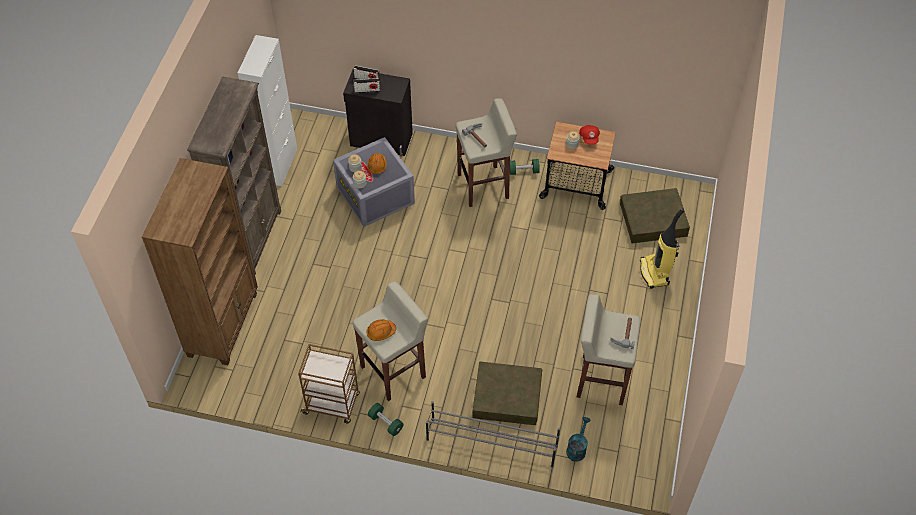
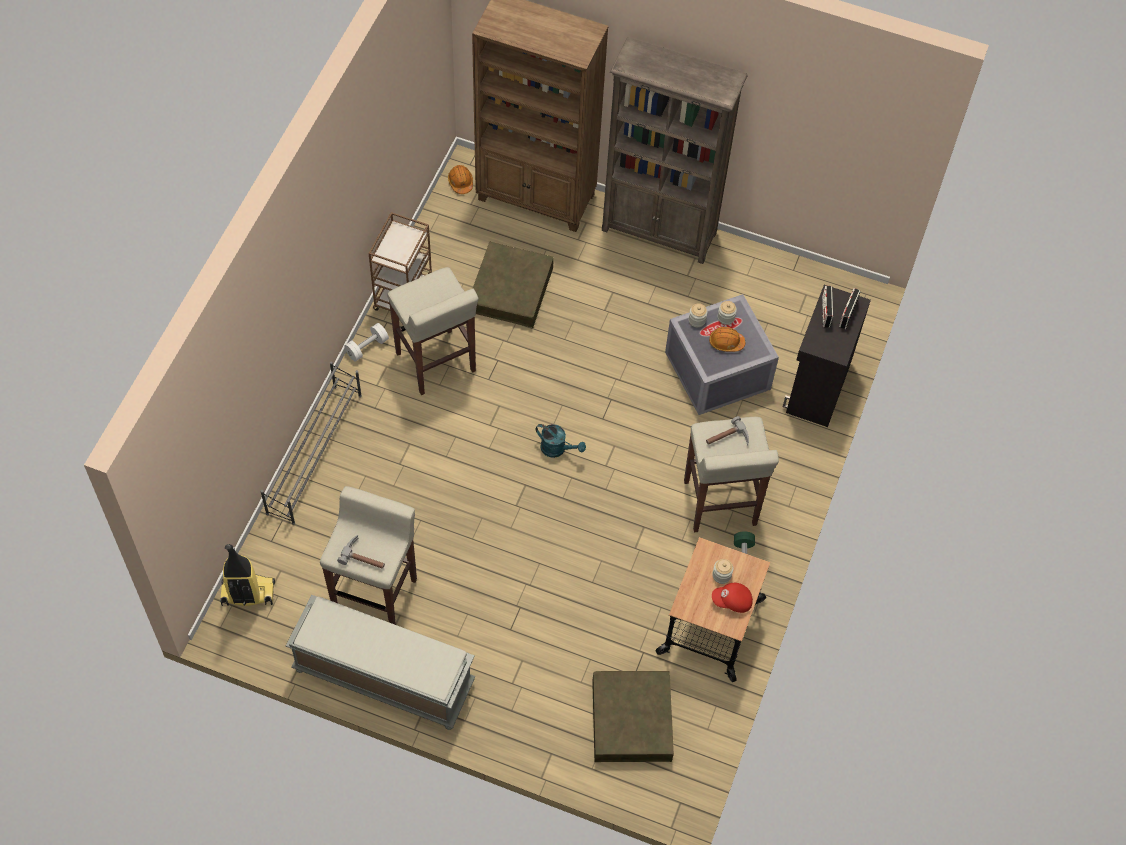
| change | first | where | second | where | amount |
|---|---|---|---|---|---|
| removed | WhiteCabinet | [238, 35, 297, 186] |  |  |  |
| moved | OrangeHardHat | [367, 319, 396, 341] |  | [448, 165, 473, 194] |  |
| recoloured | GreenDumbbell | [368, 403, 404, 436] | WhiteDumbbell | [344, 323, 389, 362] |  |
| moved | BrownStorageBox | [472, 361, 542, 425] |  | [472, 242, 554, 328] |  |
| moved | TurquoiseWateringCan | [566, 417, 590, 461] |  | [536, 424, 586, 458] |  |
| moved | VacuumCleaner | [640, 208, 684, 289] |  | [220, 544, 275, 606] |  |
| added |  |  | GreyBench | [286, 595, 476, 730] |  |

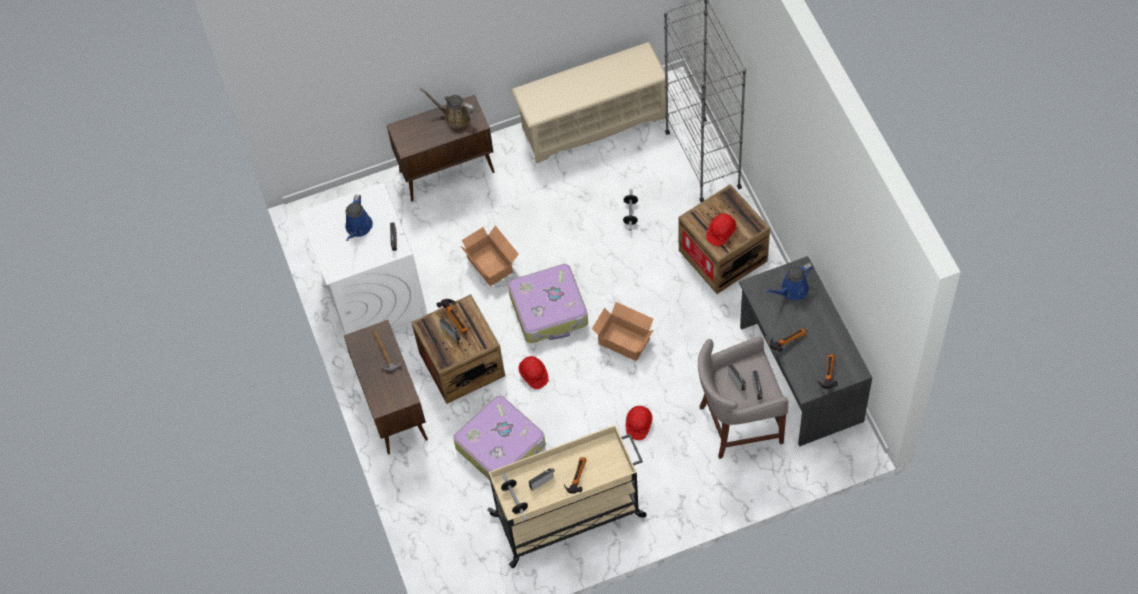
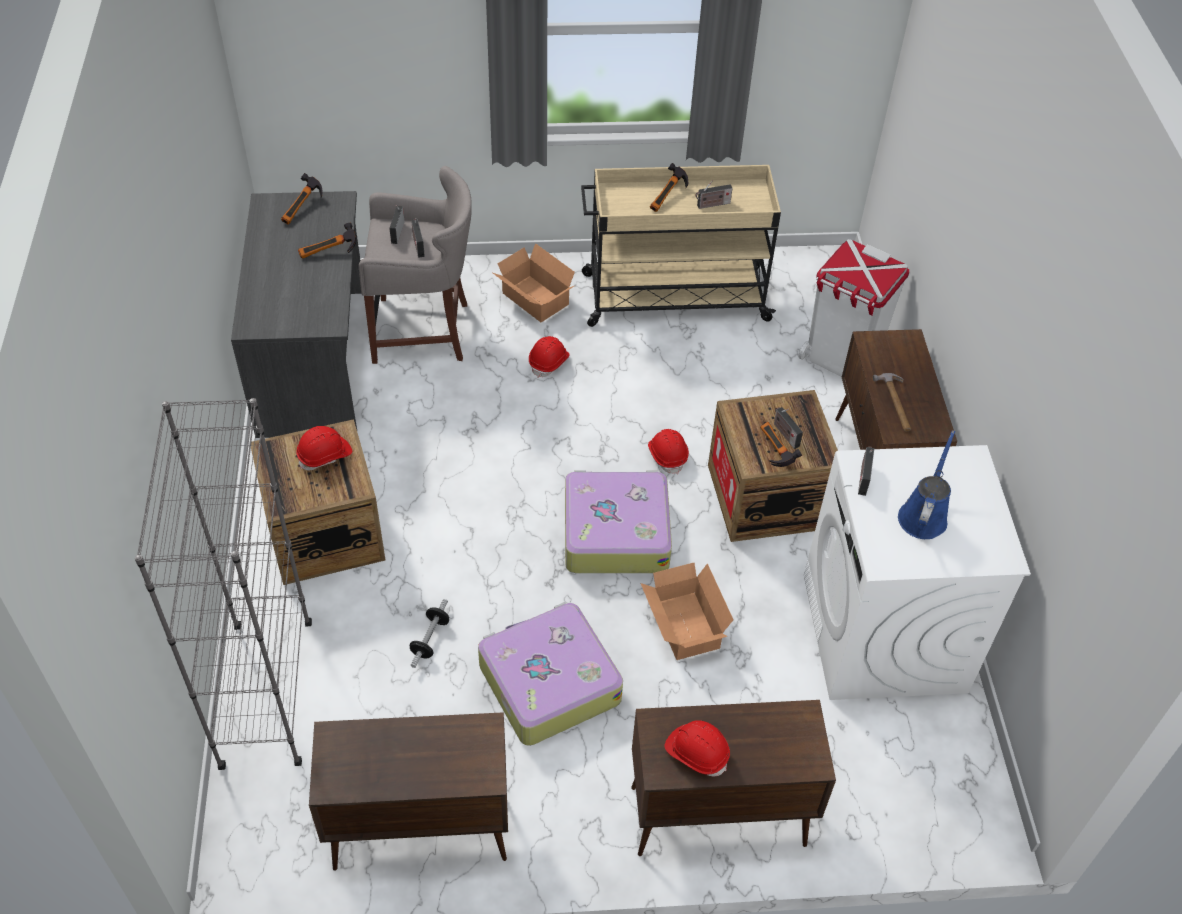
| change | first | where | second | where | amount |
|---|---|---|---|---|---|
| replaced | BrownWateringCan | [420, 88, 475, 128] | RedHardHat | [664, 720, 730, 776] |  |
| moved | Suitcase | [453, 396, 546, 480] |  | [478, 602, 623, 746] |  |
| removed | Dumbbell | [501, 473, 528, 520] |  |  |  |
| replaced | BeigeShoeRack | [511, 42, 666, 164] | BrownCabinet | [309, 712, 508, 871] |  |
| moved | CardboardBox | [592, 302, 654, 361] |  | [493, 243, 575, 322] |  |
| removed | BlueWateringCan | [764, 263, 814, 300] |  |  |  |
| added |  |  | WhiteTrashCan | [798, 239, 909, 377] |  |

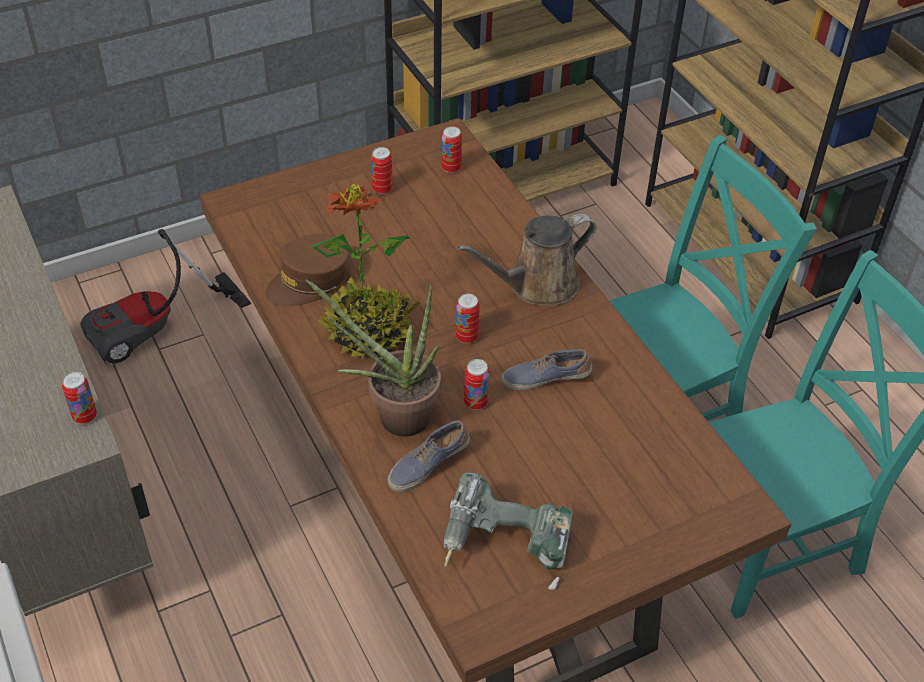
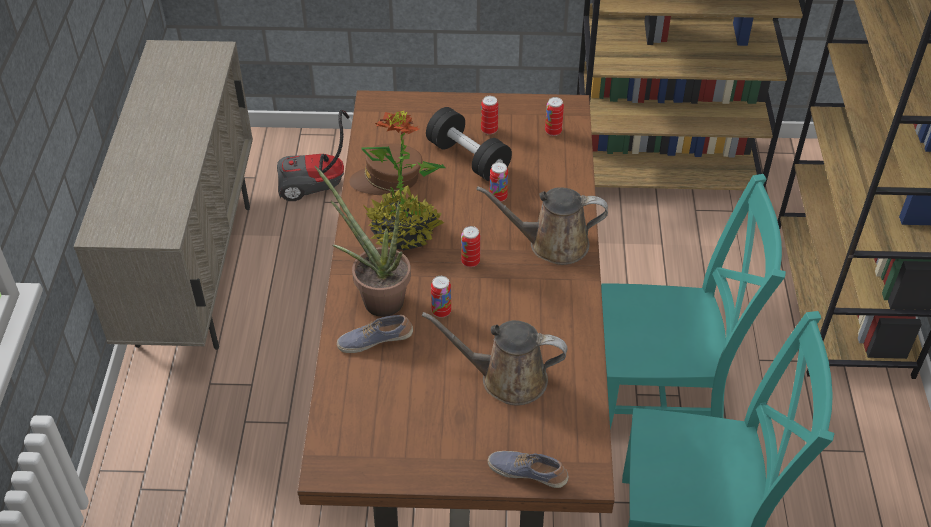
| change | first | where | second | where | amount |
|---|---|---|---|---|---|
| moved | Can | [62, 372, 97, 424] |  | [490, 162, 508, 202] |  |
| removed | PowerDrill | [444, 473, 573, 590] |  |  |  |
| moved | Shoe | [502, 349, 592, 390] |  | [488, 451, 569, 488] |  |
| added |  |  | BrownWateringCan | [422, 312, 568, 405] |  |
| added |  |  | BlackDumbbell | [426, 107, 512, 181] |  |

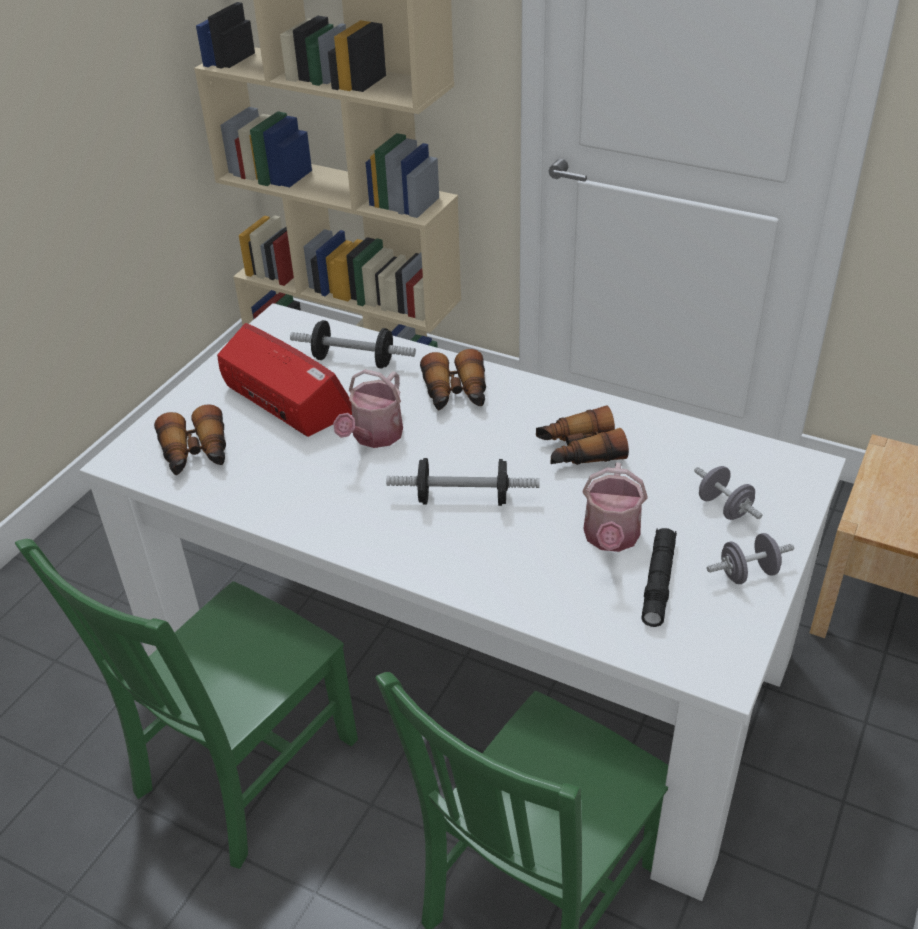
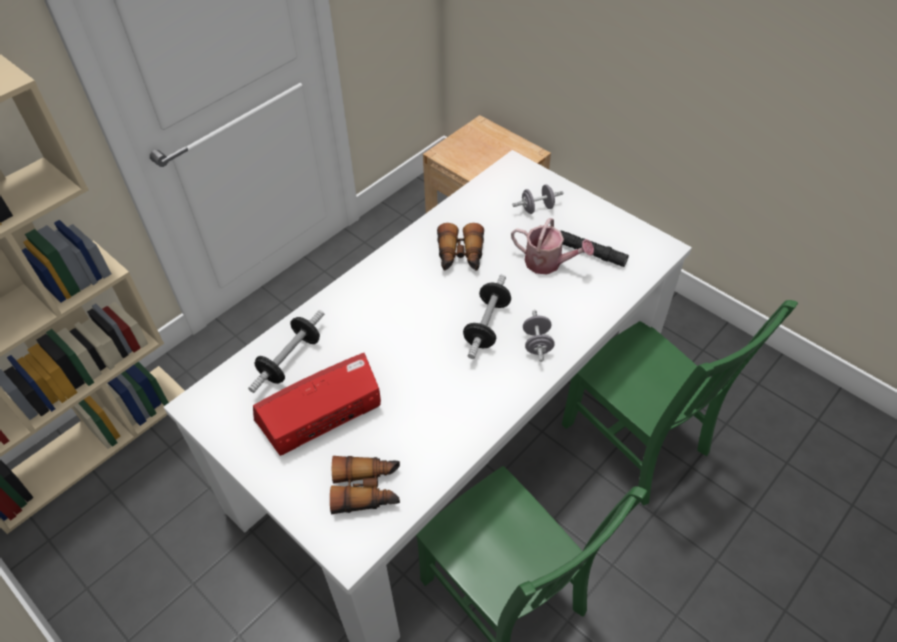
| change | first | where | second | where | amount |
|---|---|---|---|---|---|
| removed | WateringCan | [333, 369, 403, 448] |  |  |  |
| removed | Binoculars | [420, 349, 486, 410] |  |  |  |
| moved | GreyDumbbell | [707, 533, 794, 584] |  | [523, 310, 555, 362] |  |

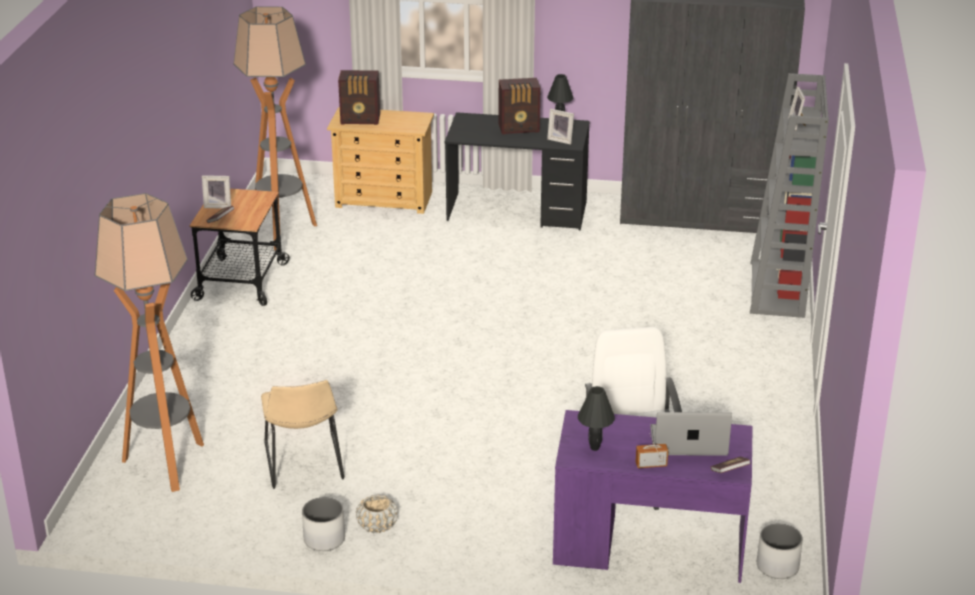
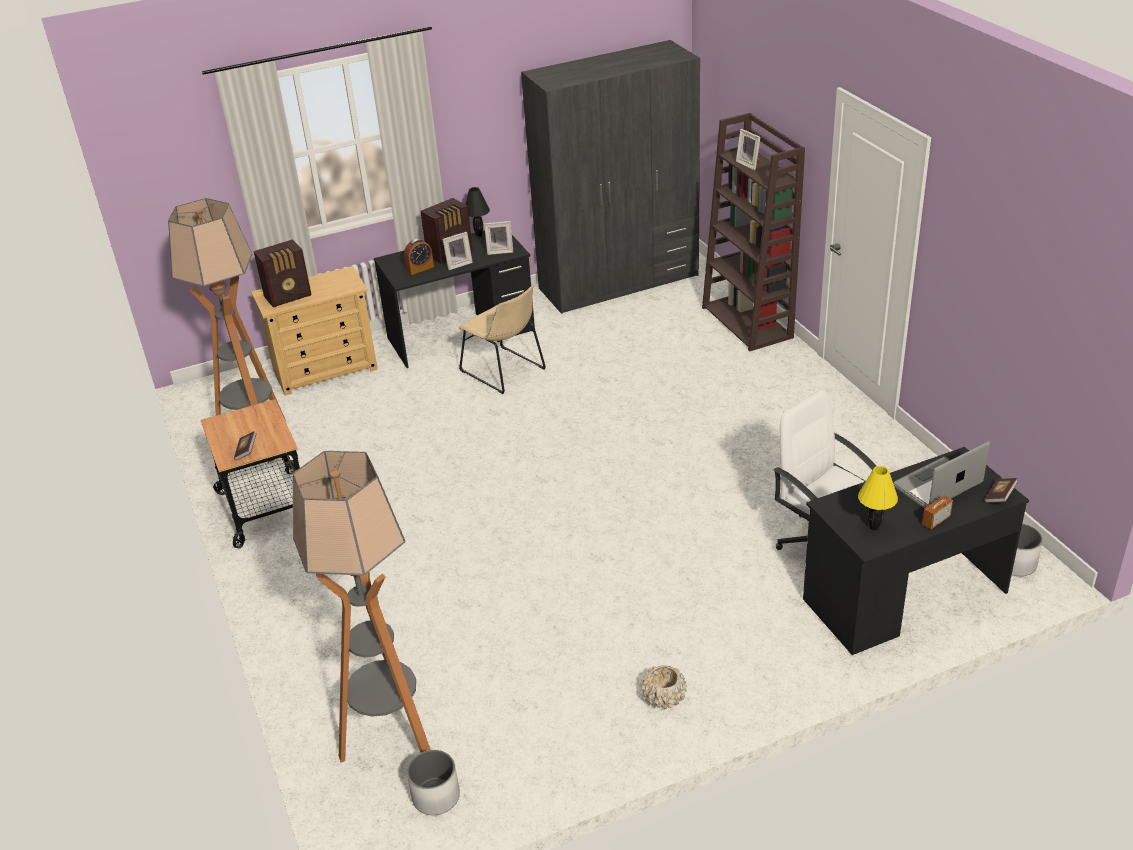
| change | first | where | second | where | amount |
|---|---|---|---|---|---|
| moved | PictureFrame | [202, 175, 231, 209] |  | [442, 232, 473, 270] |  |
| moved | BeigeChair | [261, 380, 345, 489] |  | [459, 286, 546, 394] |  |
| moved | WhitePlanter | [302, 497, 345, 551] |  | [407, 750, 460, 815] |  |
| recoloured | PurpleDesk | [553, 410, 753, 583] | BlackDesk | [803, 447, 1029, 655] |  |
| recoloured | BlackTableLamp | [578, 386, 615, 451] | YellowTableLamp | [858, 466, 898, 530] |  |
| recoloured | GreyBookcase | [750, 73, 829, 318] | BrownBookcase | [702, 113, 805, 352] |  |
| added |  |  | AlarmClock | [404, 239, 434, 275] |  |

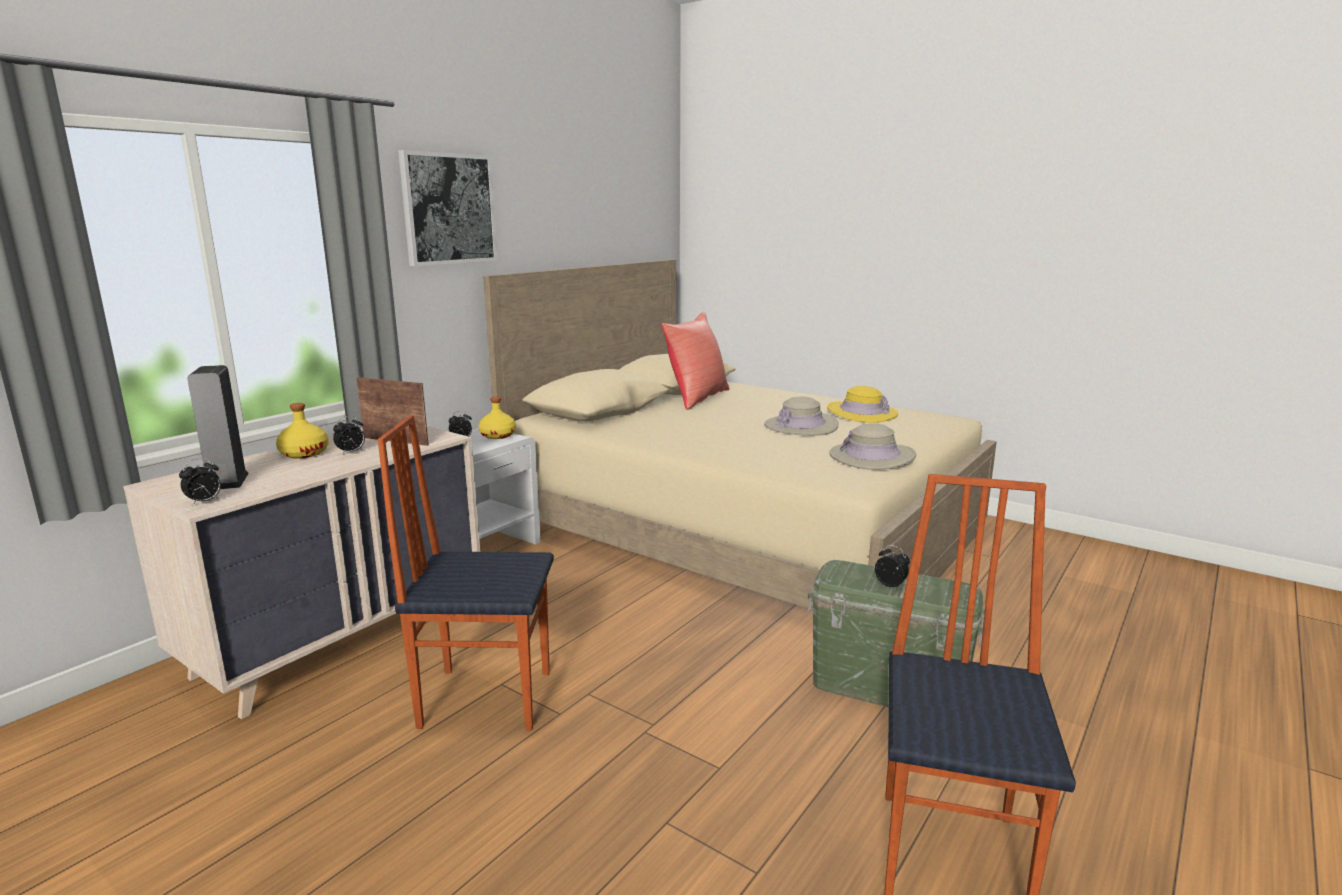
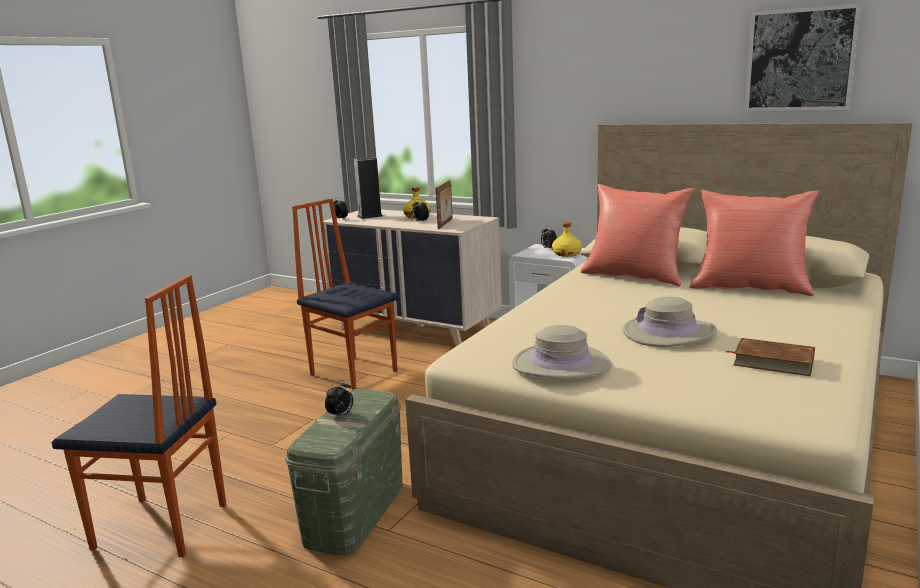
| change | first | where | second | where | amount |
|---|---|---|---|---|---|
| turned | Chair | [378, 415, 554, 731] |  | [292, 198, 399, 390] | 45 degrees counterclockwise |
| moved | Picture | [398, 150, 497, 266] |  | [745, 4, 861, 111] |  |
| replaced | YellowHat | [827, 386, 898, 423] | BrownBook | [727, 338, 815, 376] |  |
| added |  |  | RedPillow | [581, 184, 695, 286] |  |

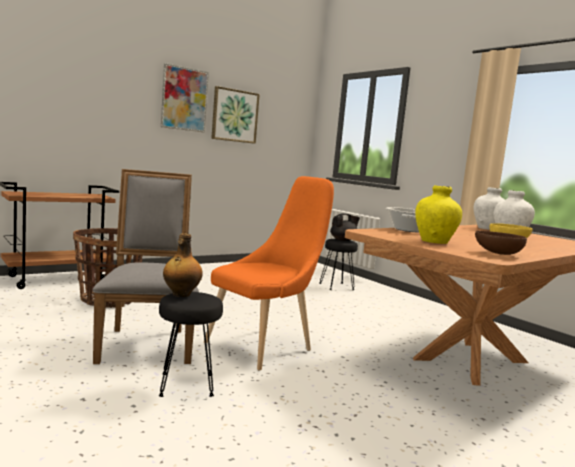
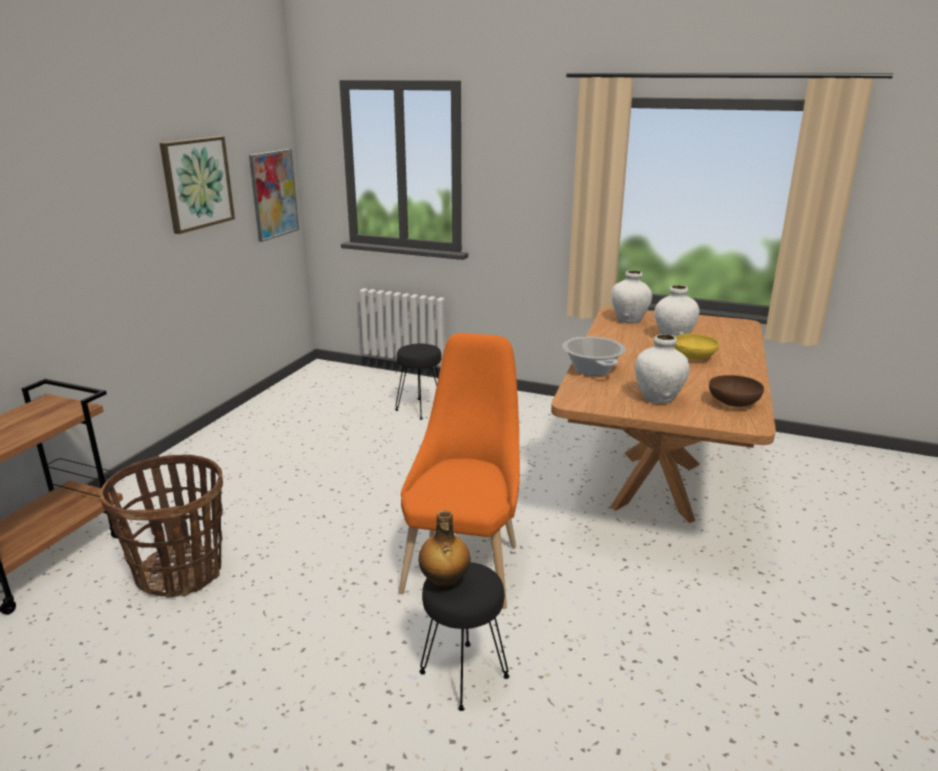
| change | first | where | second | where | amount |
|---|---|---|---|---|---|
| removed | GreyChair | [93, 169, 199, 364] |  |  |  |
| moved | Picture | [161, 63, 209, 132] |  | [249, 149, 299, 242] |  |
| removed | BlackTeapot | [330, 213, 360, 241] |  |  |  |
| recoloured | YellowVase | [415, 185, 462, 244] | WhiteVase | [635, 334, 690, 404] |  |

